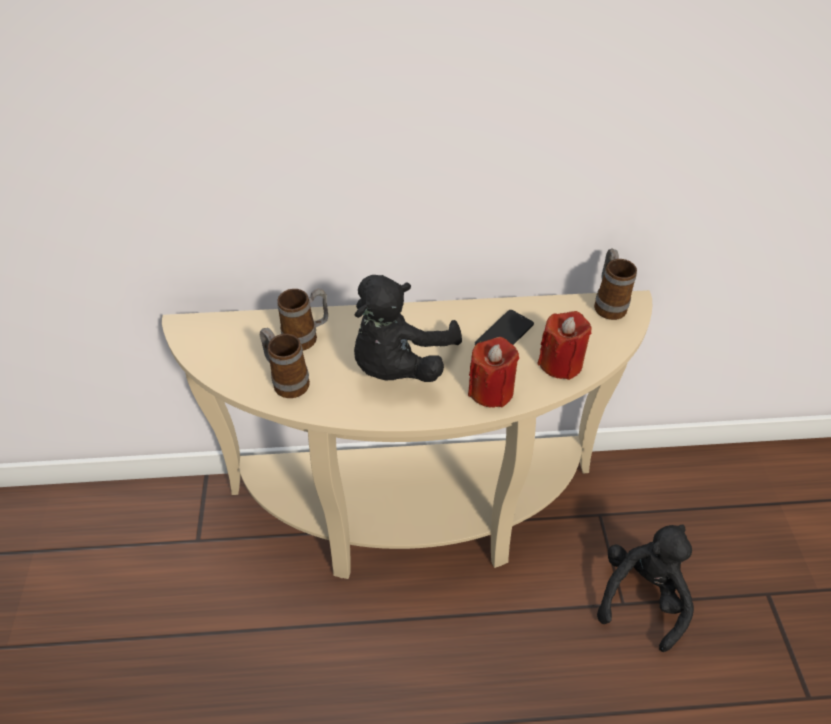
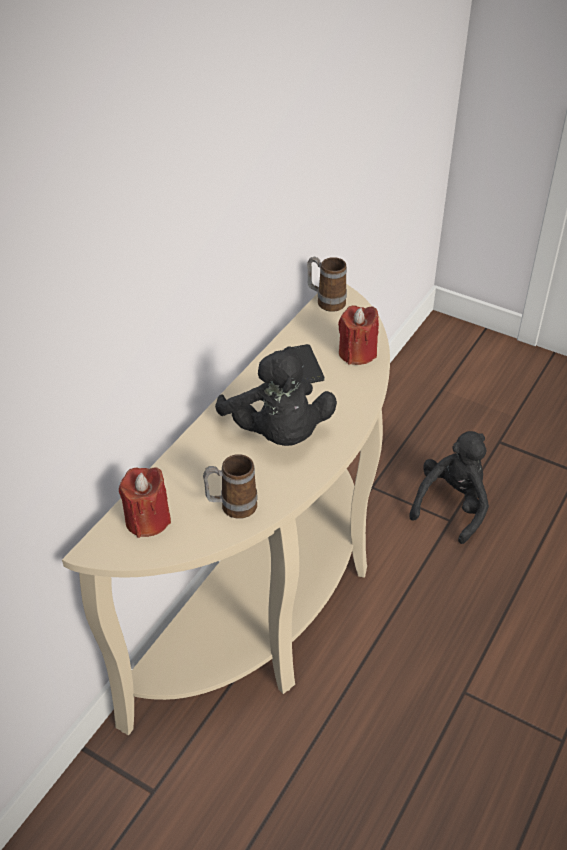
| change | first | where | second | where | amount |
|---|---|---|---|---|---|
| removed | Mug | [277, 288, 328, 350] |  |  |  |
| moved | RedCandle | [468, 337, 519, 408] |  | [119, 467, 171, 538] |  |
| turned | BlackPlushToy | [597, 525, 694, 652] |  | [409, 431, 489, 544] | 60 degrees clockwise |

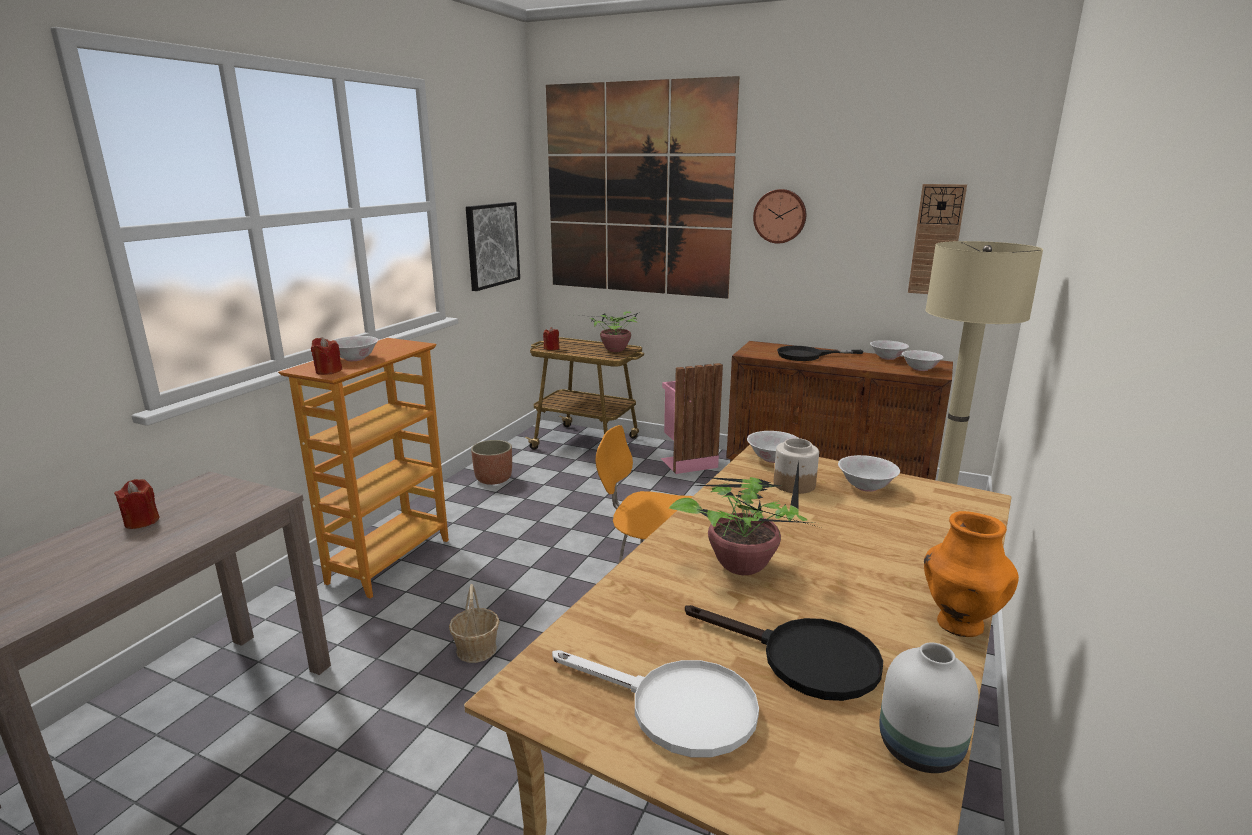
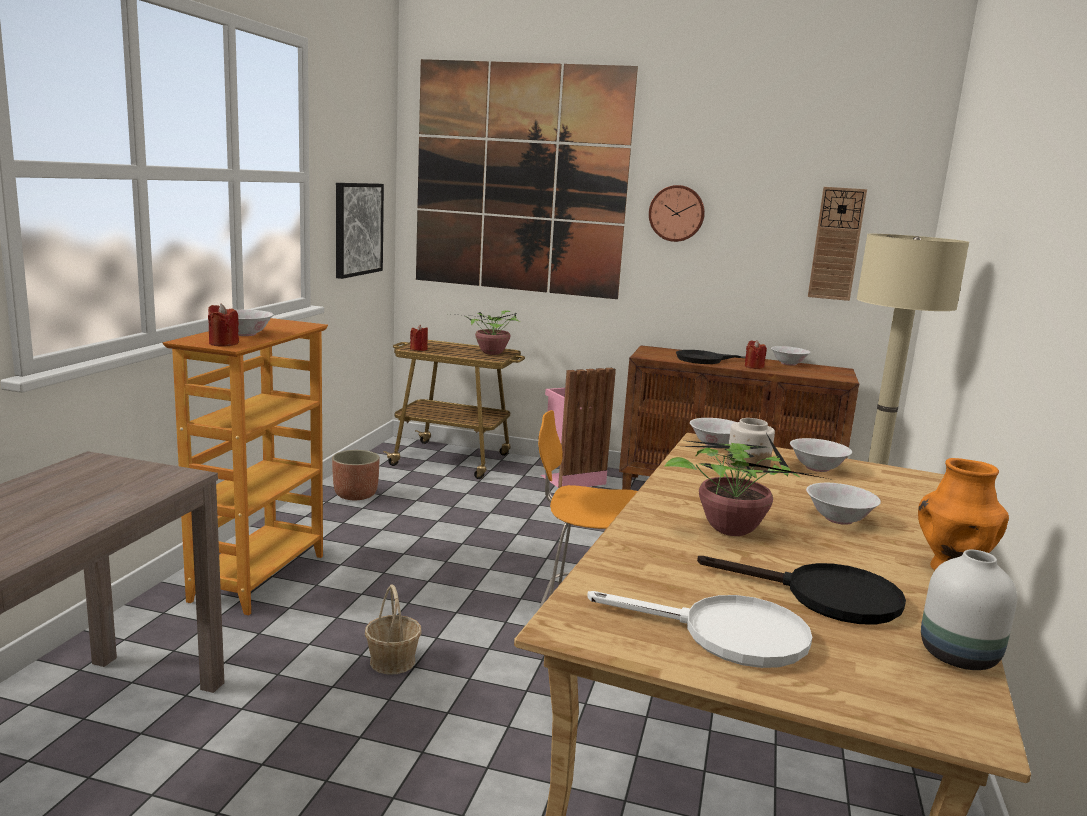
| change | first | where | second | where | amount |
|---|---|---|---|---|---|
| moved | RedCandle | [114, 479, 160, 529] |  | [745, 340, 767, 369] |  |
| moved | WhiteBowl | [902, 350, 944, 371] |  | [806, 483, 881, 525] |  |

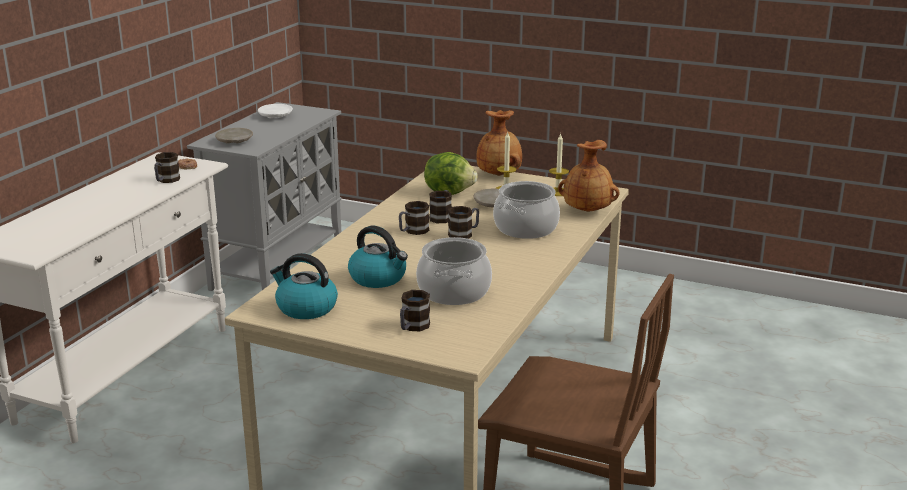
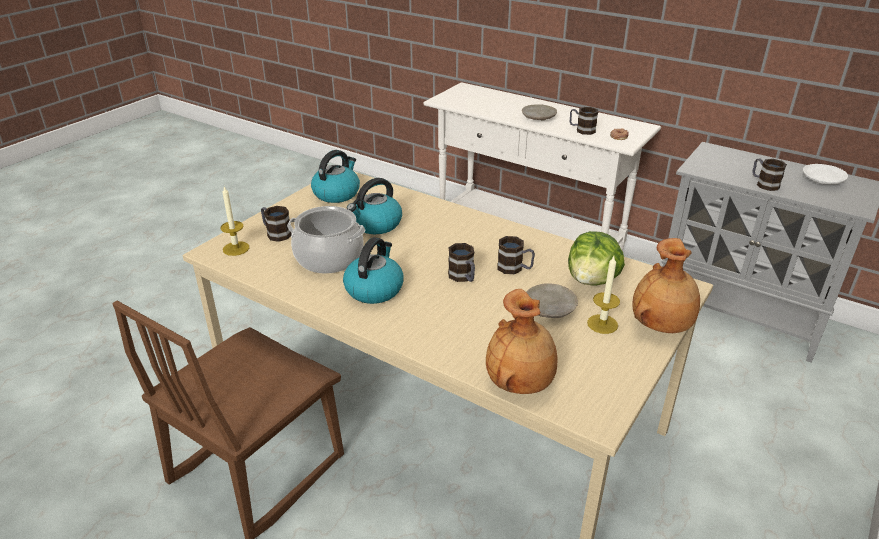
| change | first | where | second | where | amount |
|---|---|---|---|---|---|
| moved | BeigePlate | [215, 128, 253, 144] |  | [522, 104, 557, 121] |  |
| moved | Mug | [399, 201, 429, 235] |  | [752, 159, 787, 191] |  |
| removed | CookingPot | [493, 181, 560, 239] |  |  |  |
| moved | Candle | [549, 133, 569, 196] |  | [220, 187, 249, 256] |  |
| added |  |  | Kettle | [343, 237, 404, 304] |  |

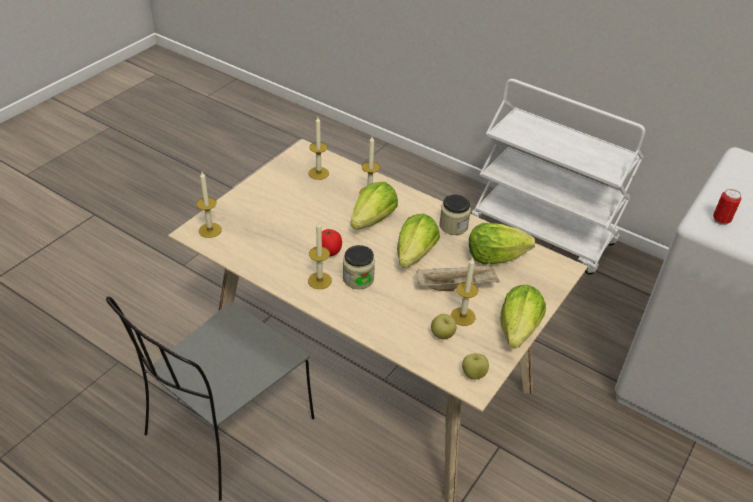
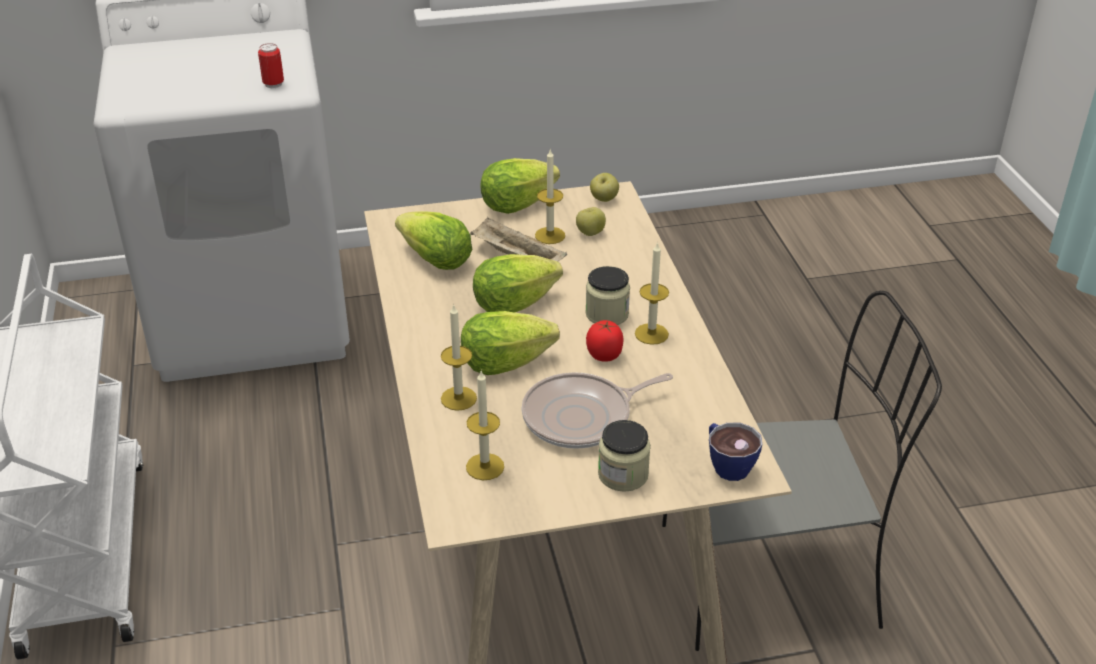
| change | first | where | second | where | amount |
|---|---|---|---|---|---|
| replaced | Candle | [196, 172, 222, 238] | Cup | [709, 423, 762, 481] |  |
| moved | Jar | [439, 194, 471, 235] |  | [598, 420, 651, 492] |  |
| added |  |  | FryingPan | [522, 372, 673, 449] |  |

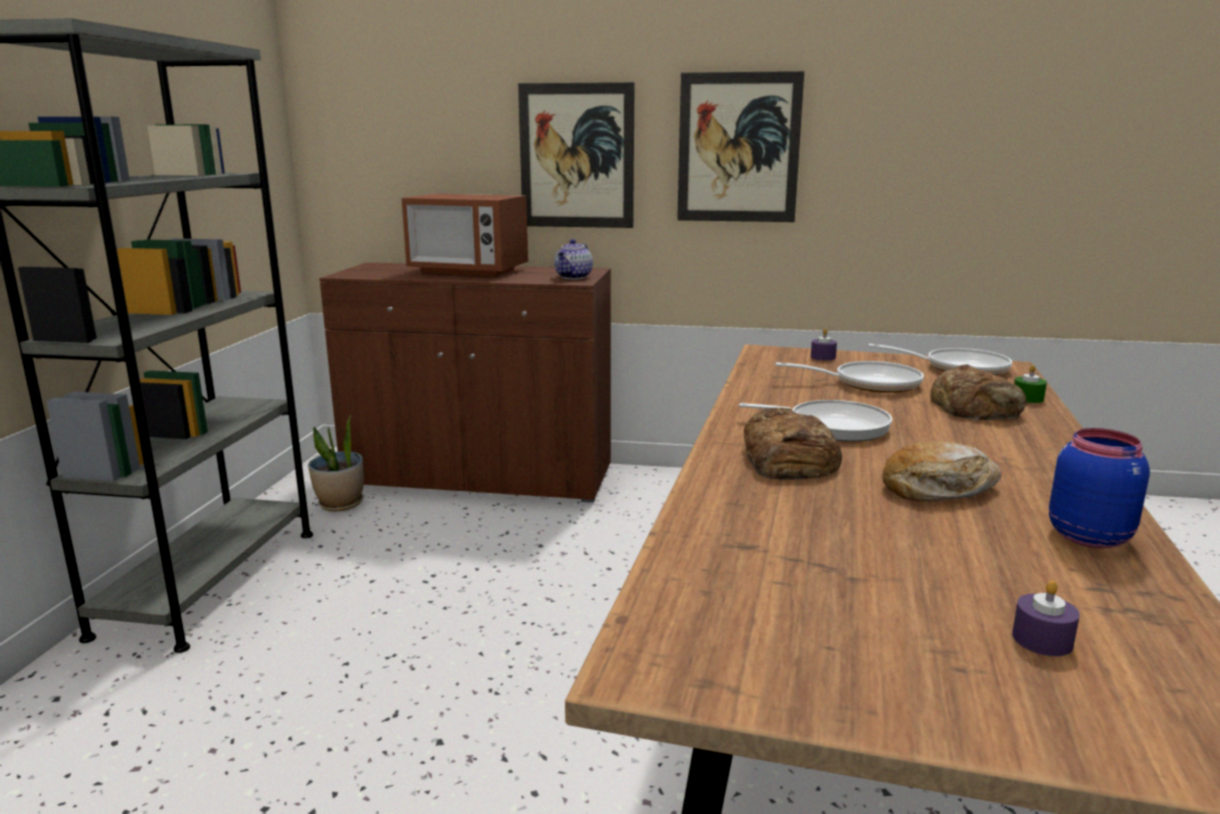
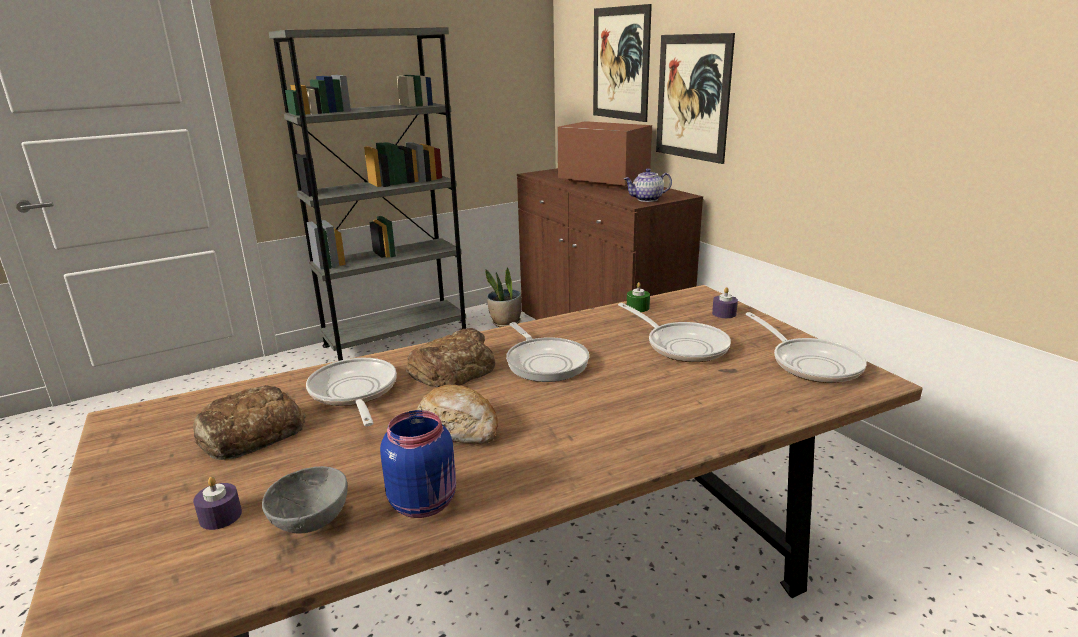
| change | first | where | second | where | amount |
|---|---|---|---|---|---|
| turned | Microwave | [402, 194, 528, 276] |  | [557, 121, 652, 189] | 150 degrees clockwise |
| moved | Picture | [677, 71, 804, 222] |  | [593, 4, 652, 122] |  |
| moved | Bread | [930, 364, 1027, 420] |  | [193, 385, 306, 460] |  |
| moved | GreenCandle | [1014, 365, 1047, 403] |  | [627, 282, 650, 312] |  |
| added |  |  | GreyBowl | [262, 466, 348, 534] |  |
| added |  |  | FryingPan | [306, 358, 397, 426] |  |

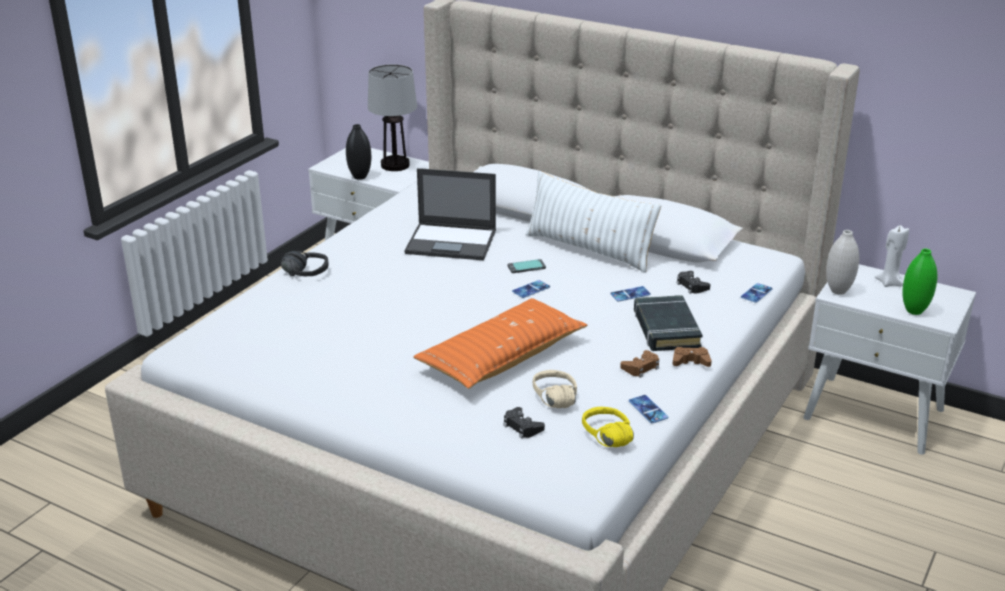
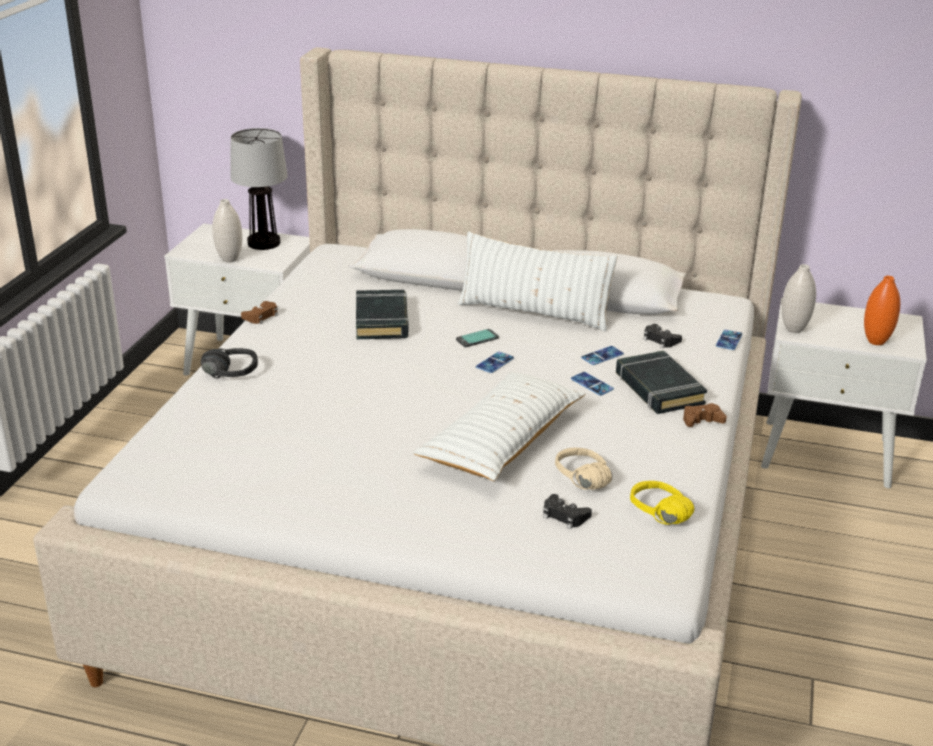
| change | first | where | second | where | amount |
|---|---|---|---|---|---|
| recoloured | BlackVase | [346, 124, 371, 180] | WhiteVase | [212, 199, 242, 263] |  |
| replaced | Laptop | [404, 168, 496, 260] | BlackBook | [356, 290, 409, 339] |  |
| recoloured | OrangePillow | [413, 298, 588, 389] | WhitePillow | [413, 372, 585, 481] |  |
| moved | BrownGameController | [620, 350, 659, 378] |  | [241, 301, 278, 324] |  |
| moved | Phone | [629, 395, 668, 423] |  | [571, 372, 614, 396] |  |
| removed | WhiteCandle | [875, 225, 909, 287] |  |  |  |
| recoloured | GreenVase | [902, 249, 937, 315] | OrangeVase | [864, 276, 900, 345] |  |

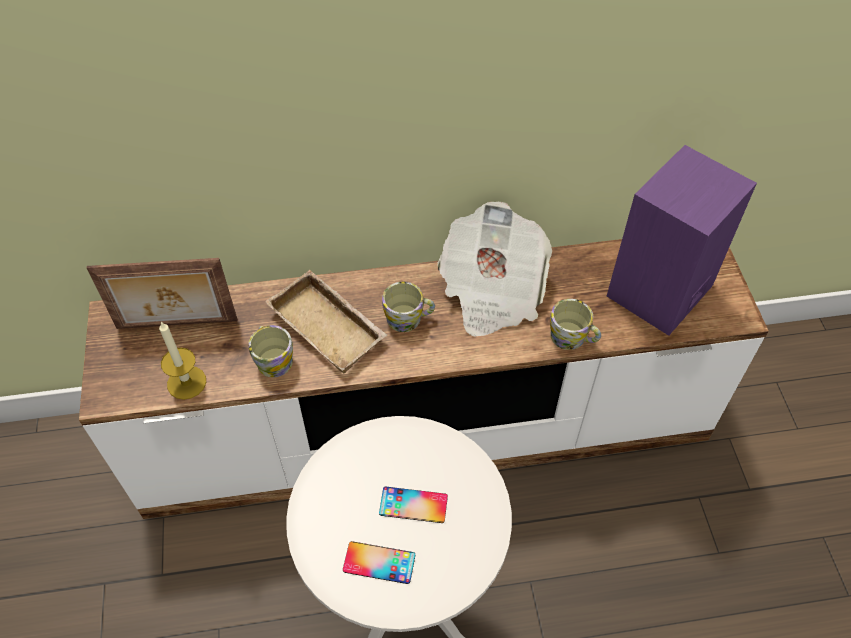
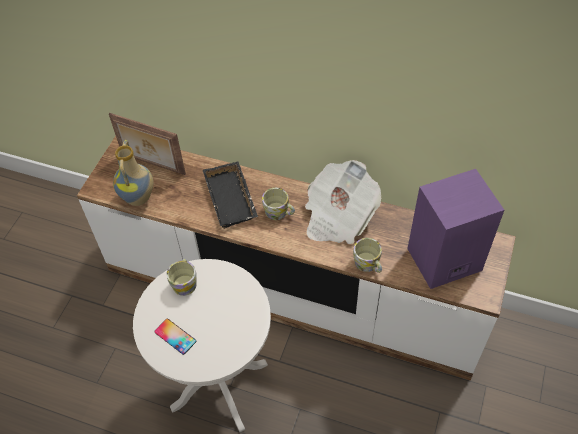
| change | first | where | second | where | amount |
|---|---|---|---|---|---|
| replaced | Candle | [159, 321, 206, 400] | Vase | [113, 140, 154, 206] |  |
| moved | Mug | [248, 325, 293, 377] |  | [167, 259, 197, 296] |  |
| recoloured | BeigeTray | [265, 270, 387, 373] | BlackTray | [203, 162, 258, 229] |  |
| removed | Phone | [379, 487, 448, 523] |  |  |  |

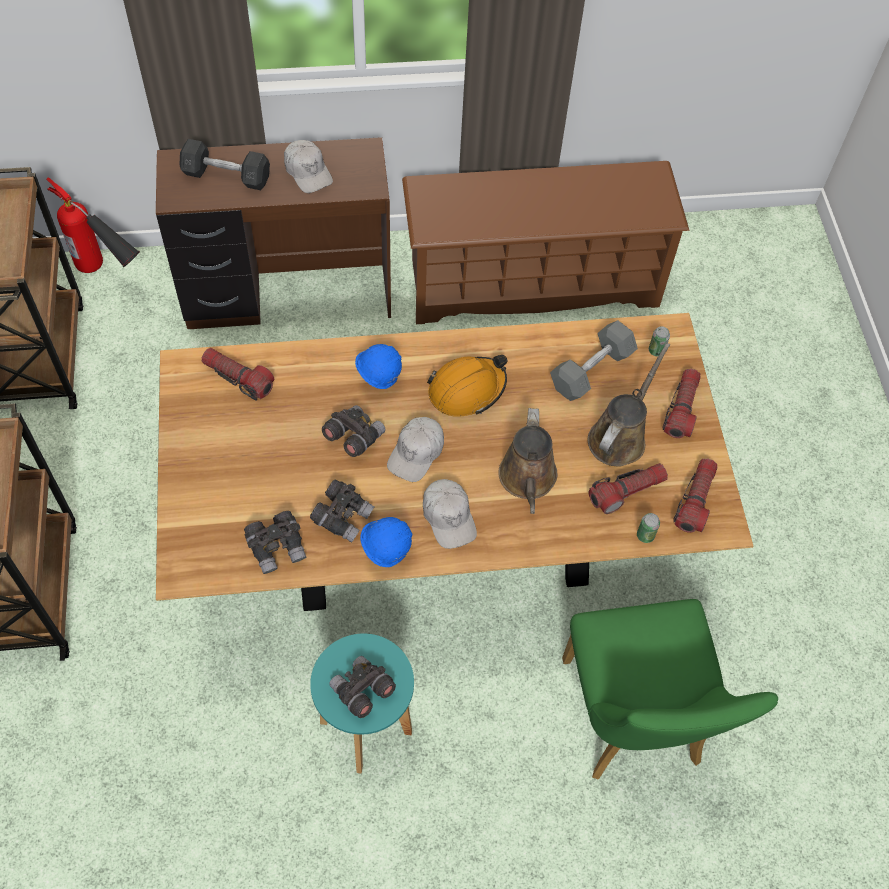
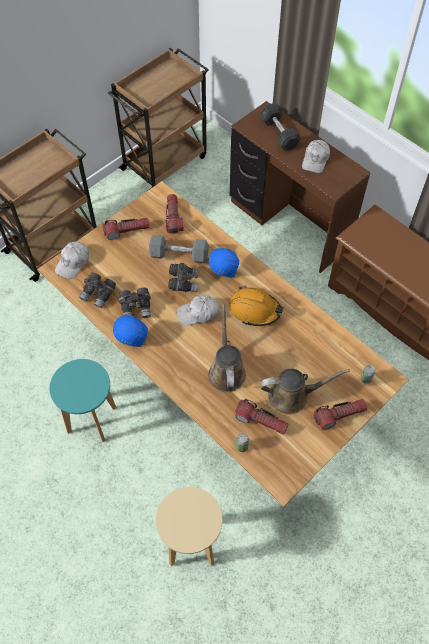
| change | first | where | second | where | amount |
|---|---|---|---|---|---|
| removed | FireExtinguisher | [46, 177, 140, 273] |  |  |  |
| removed | GreyBinoculars | [329, 656, 396, 718] |  |  |  |
| moved | WhiteCap | [423, 479, 477, 549] |  | [55, 242, 89, 279] |  |
| turned | BrownWateringCan | [498, 408, 557, 514] |  | [208, 304, 246, 392] | 120 degrees clockwise |
| moved | GreyDumbbell | [550, 320, 638, 401] |  | [149, 234, 209, 263] |  |
| replaced | GreenChair | [562, 599, 778, 780] | BeigeStool | [156, 487, 222, 567] |  |
| moved | Flashlight | [673, 458, 718, 533] |  | [103, 218, 150, 240] |  |

